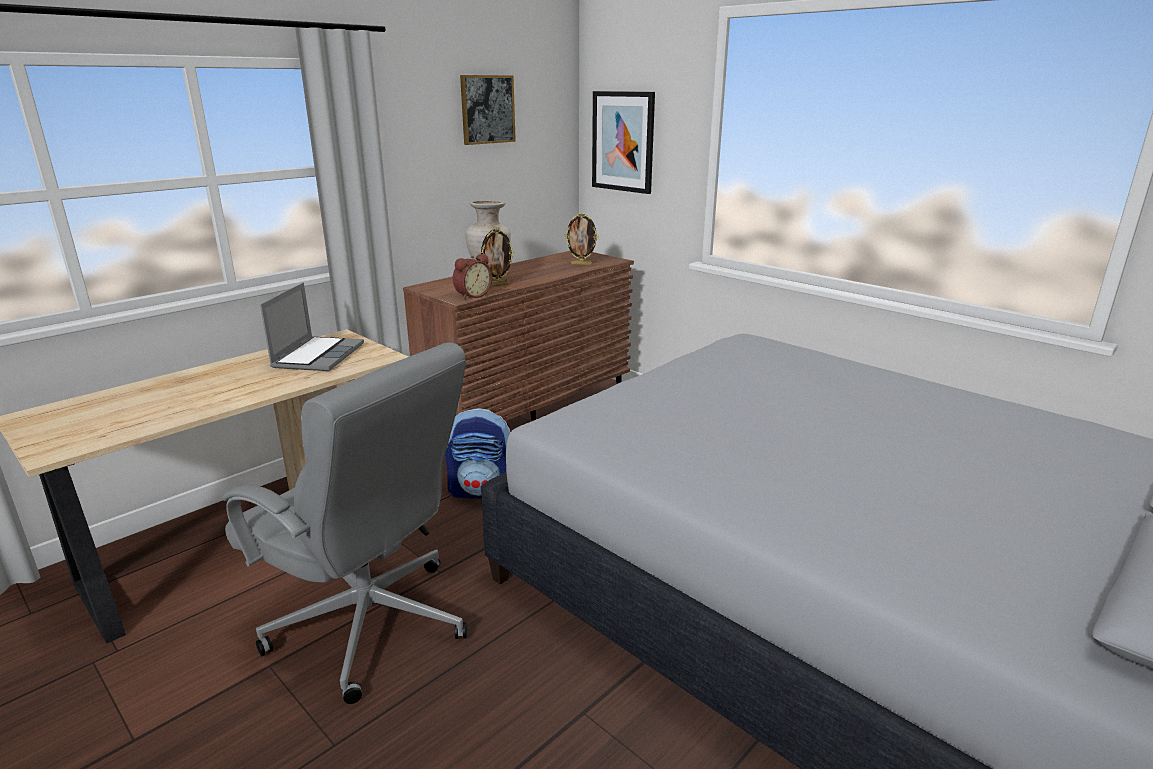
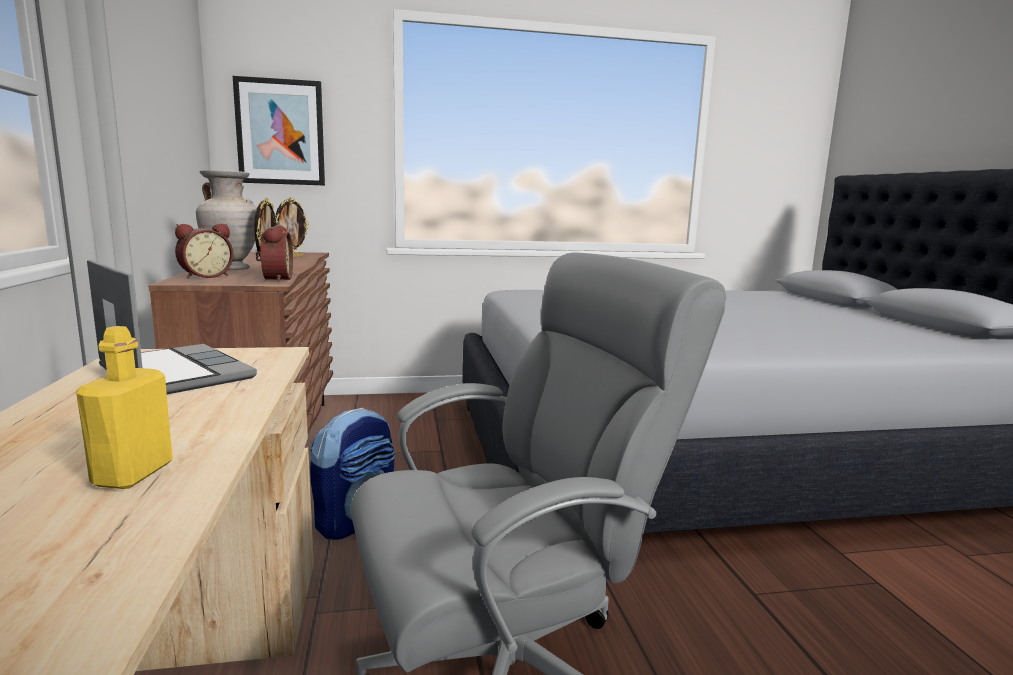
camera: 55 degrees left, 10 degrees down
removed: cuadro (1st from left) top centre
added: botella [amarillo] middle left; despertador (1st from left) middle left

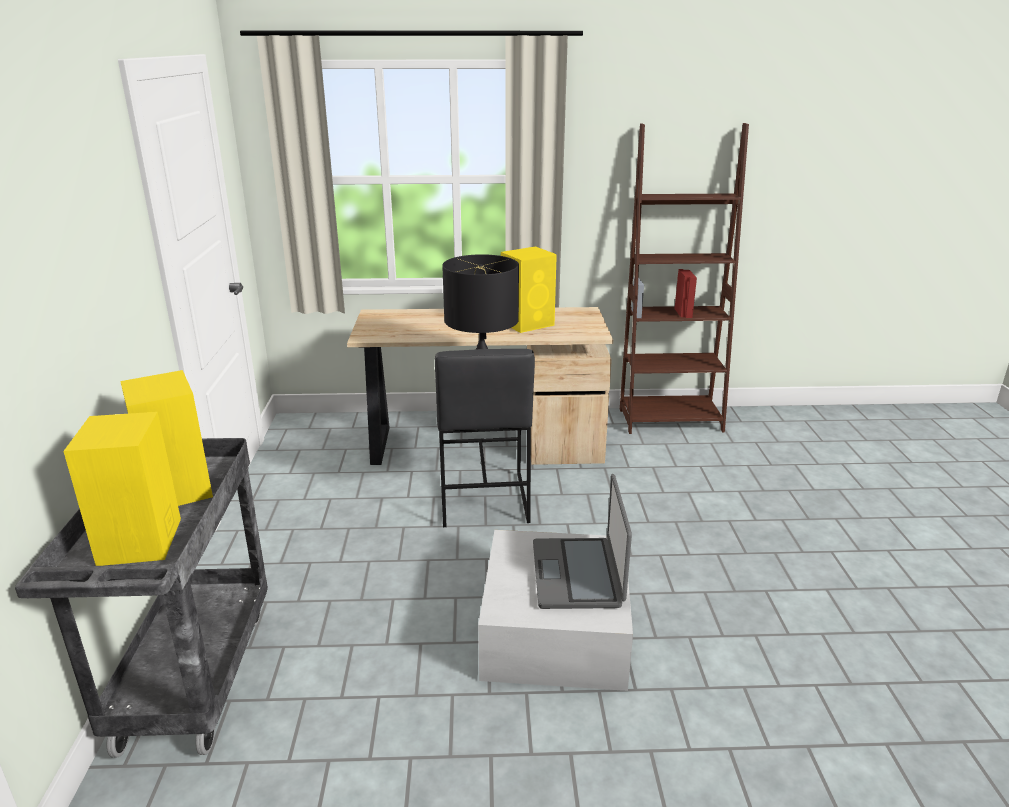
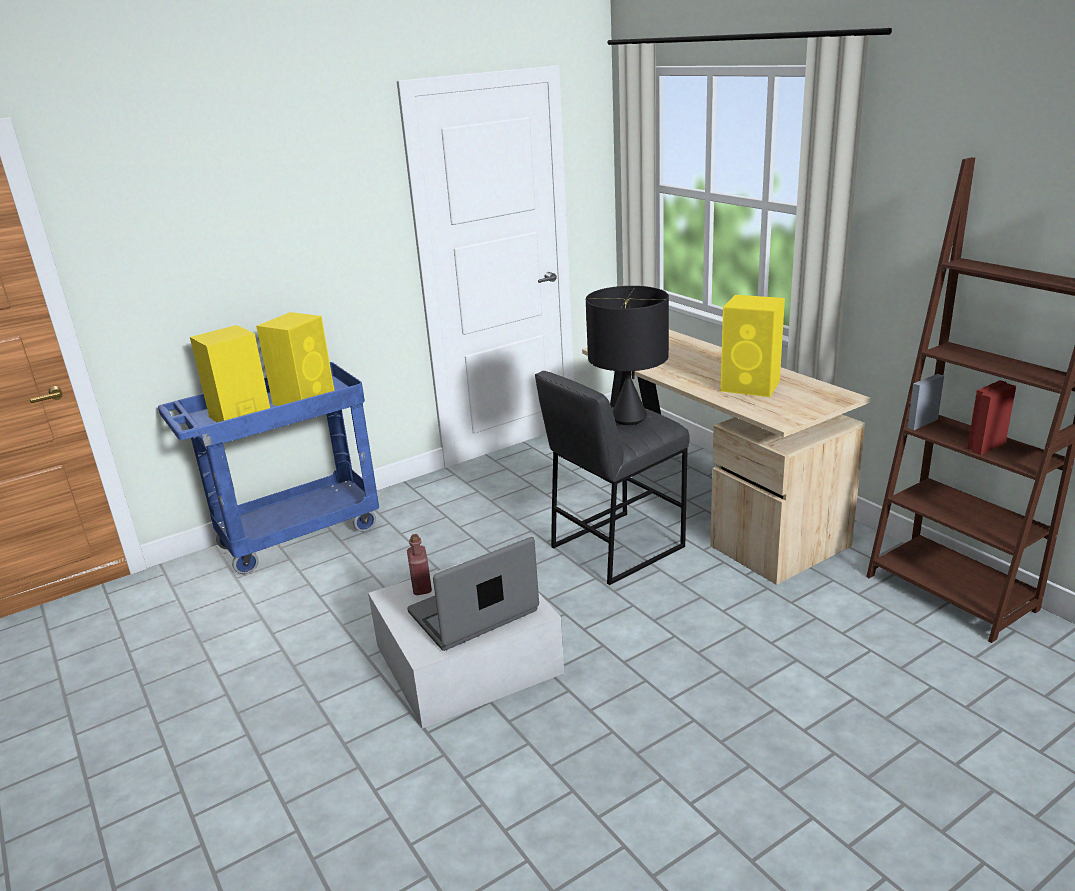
camera: 60 degrees right, 0 degrees up
added: botella [rojo] centre
recoloured: carrito [gris] bottom left to carrito [azul] middle left

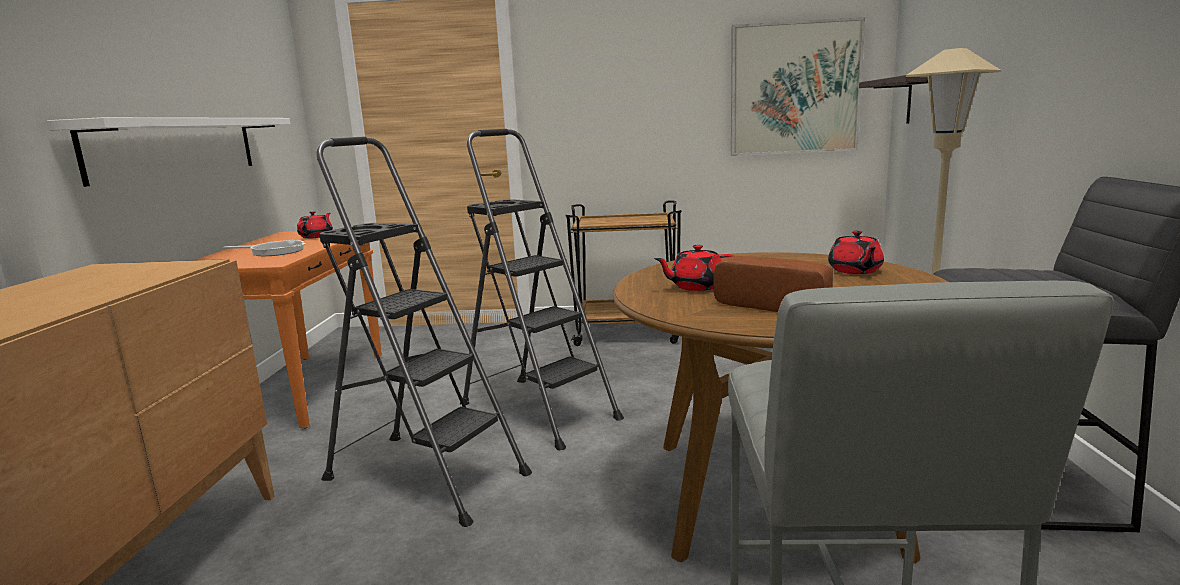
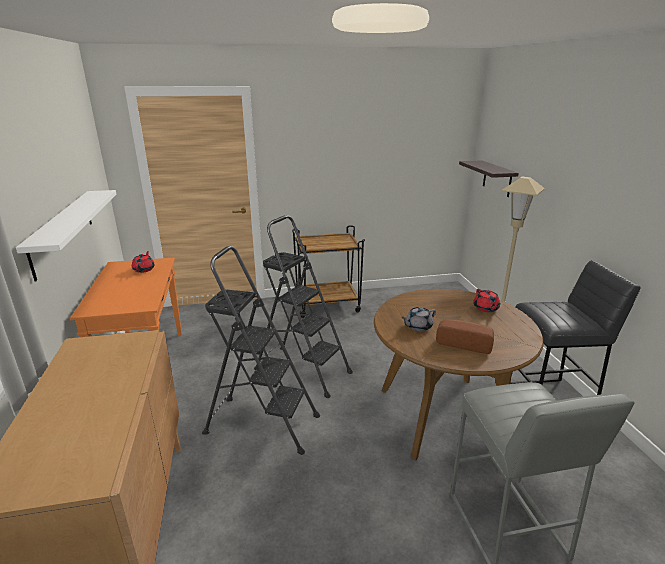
camera: 15 degrees left, 10 degrees up
removed: sartén middle left; cuadro top right
recoloured: tetera [rojo] (2nd from left) centre to tetera [gris] centre

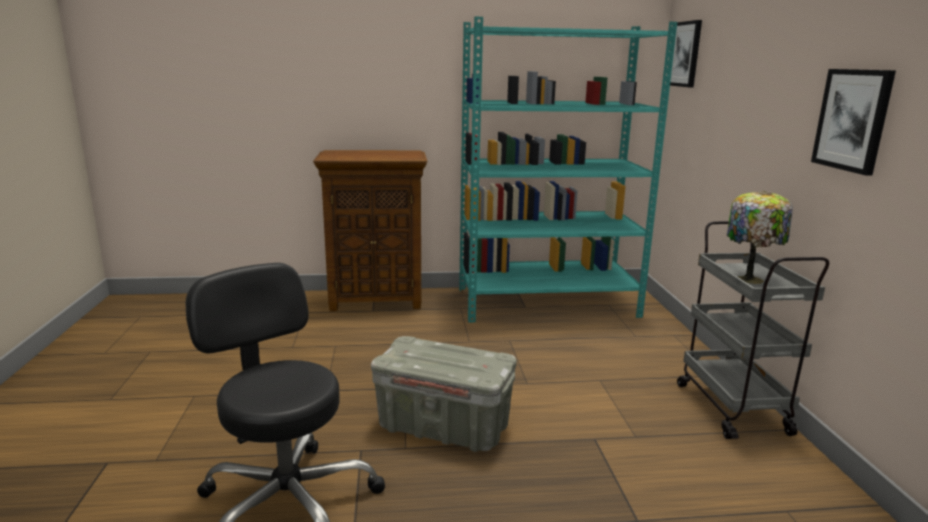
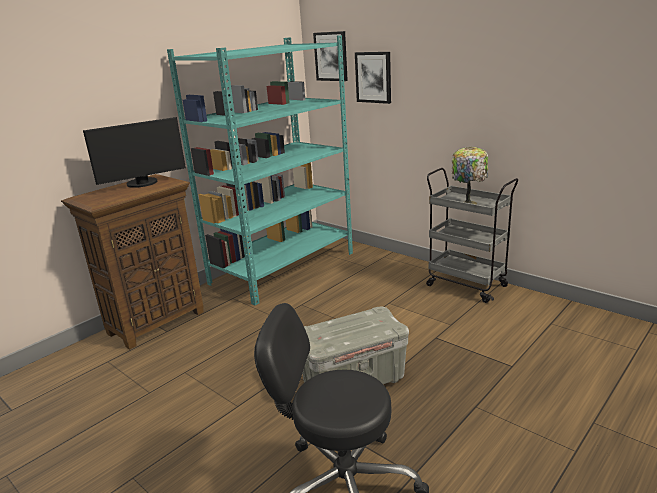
camera: 40 degrees left, 5 degrees up
added: monitor top left
moved: cuadro (2nd from left) top right to top centre

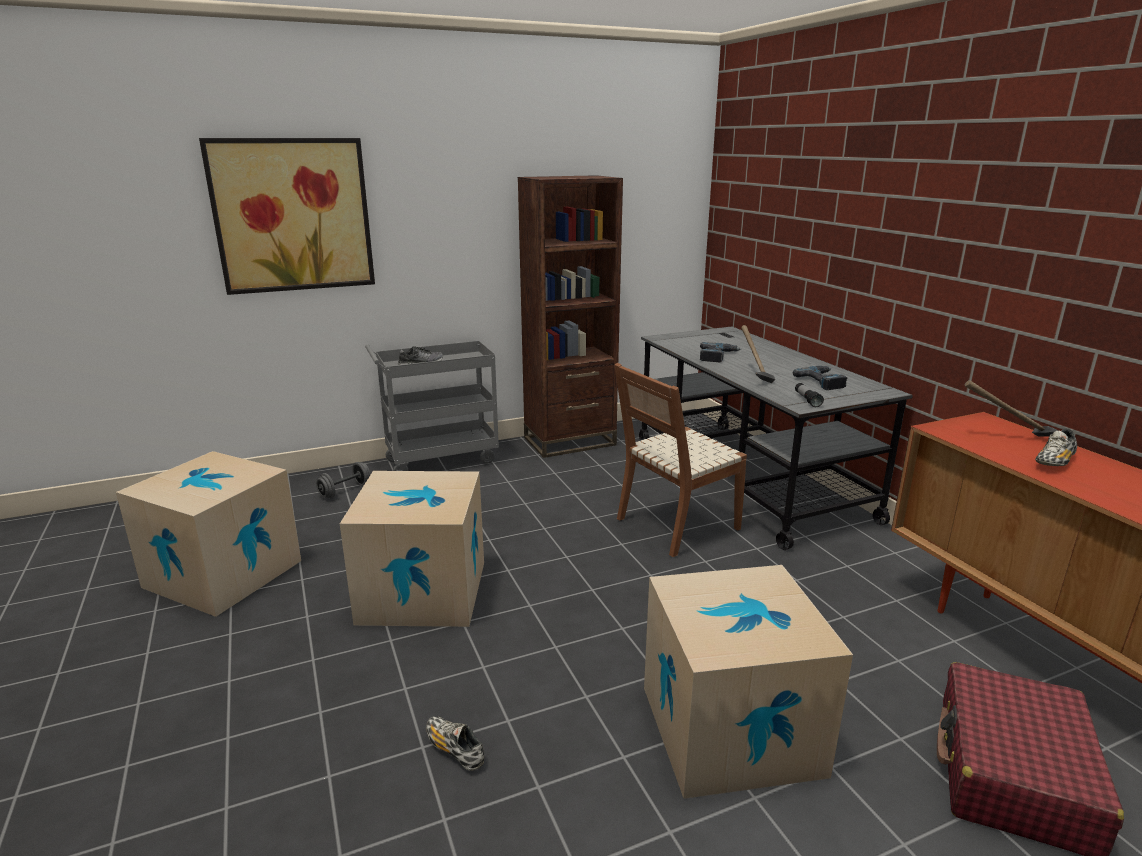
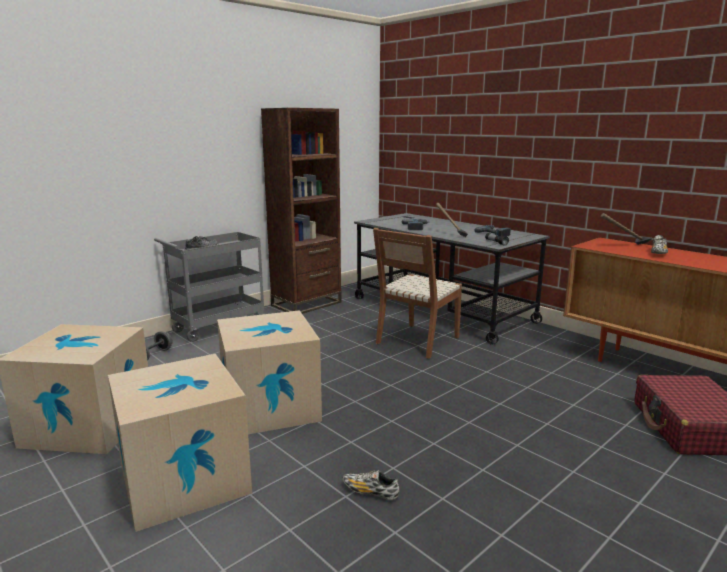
camera: 20 degrees left, 5 degrees down
removed: cuadro top left
moved: caja de cartón (3rd from left in the first image) bottom centre to caja de cartón (2nd from left) bottom left

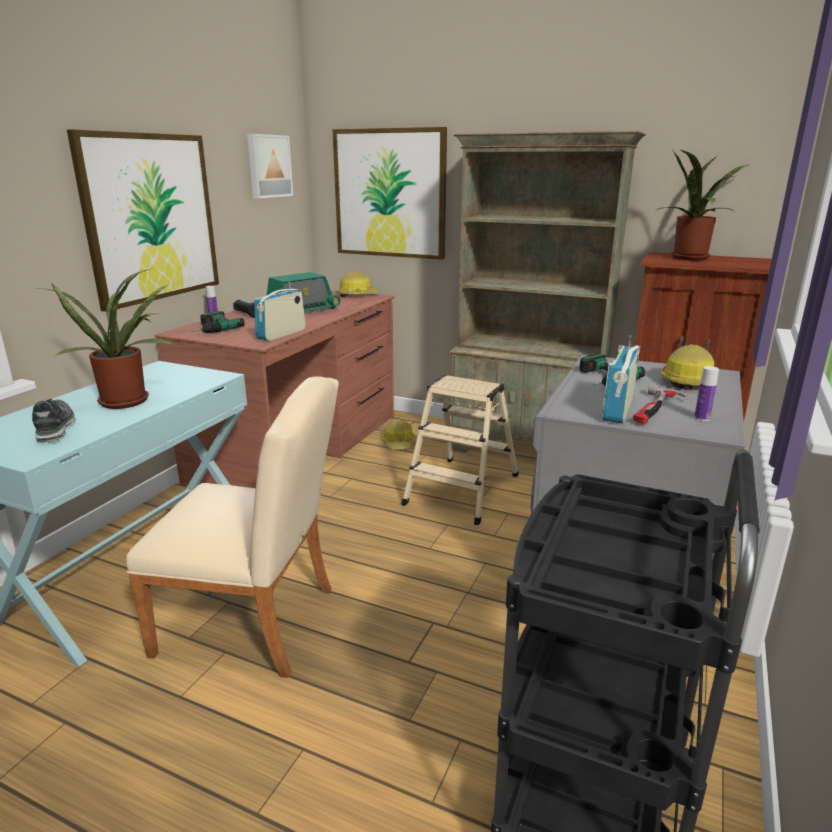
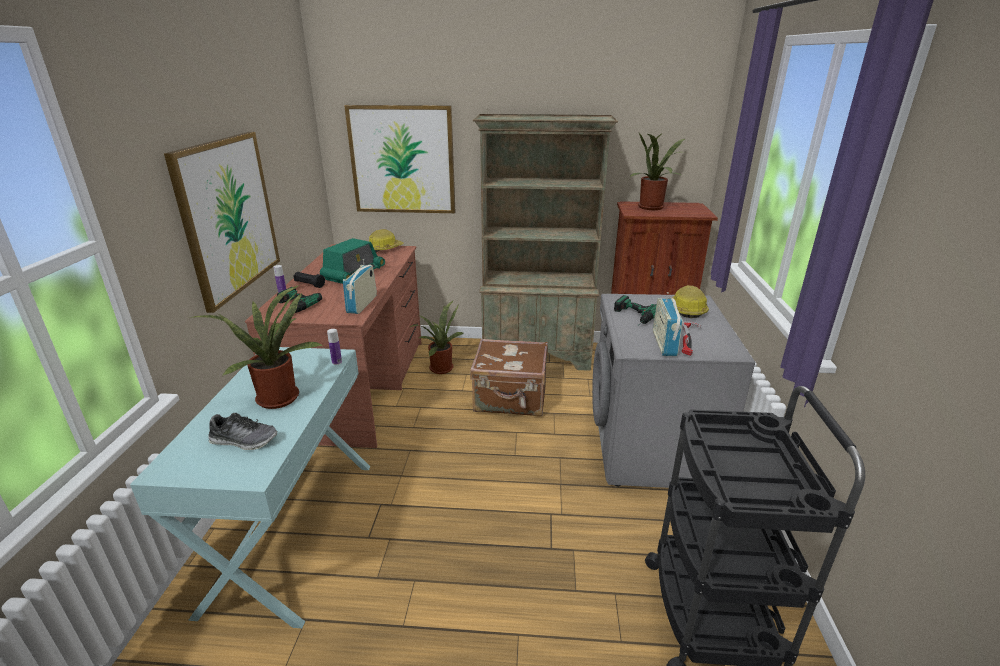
camera: 20 degrees left, 5 degrees up
removed: silla [beis] middle left; cuadro (2nd from left) top left
moved: botella (2nd from left) middle right to centre
replaced: casco (2nd from left) centre to planta en maceta (2nd from left) centre; escalera de tijera [beis] centre to maleta [marrón] centre
turned: zapato middle left = middle left 135 degrees clockwise

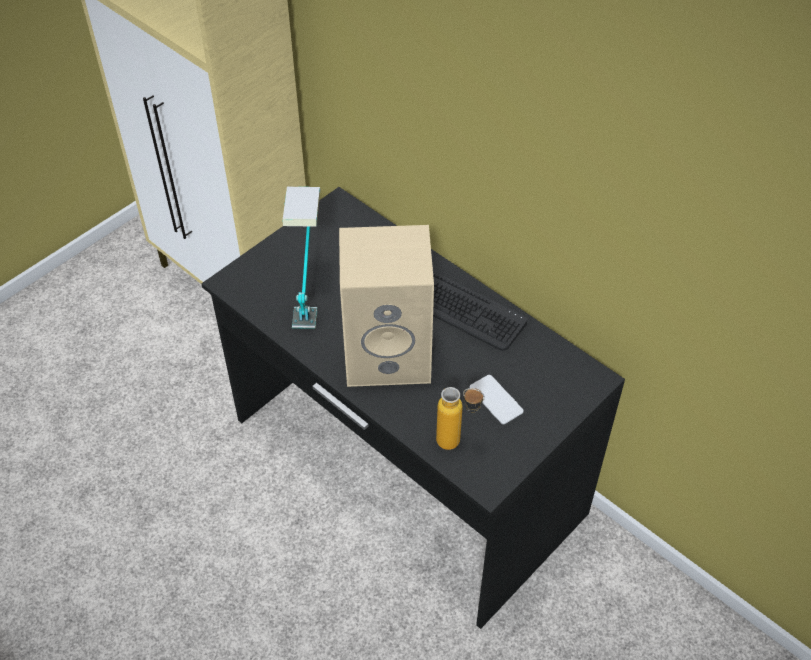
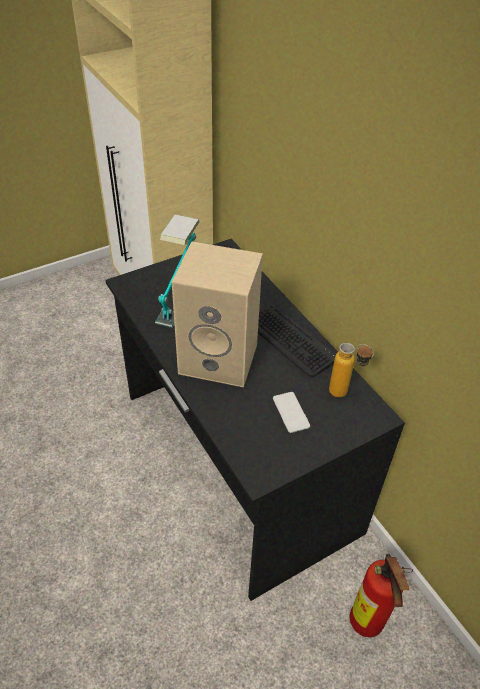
camera: 15 degrees right, 5 degrees down
added: extintor bottom right
moved: botella centre to middle right

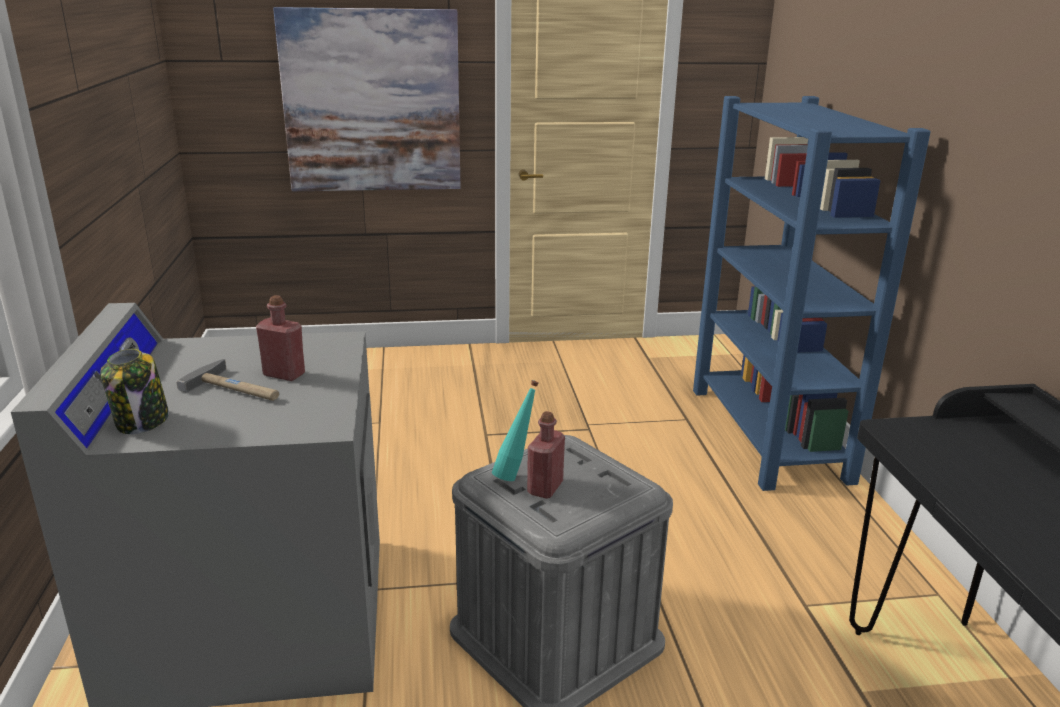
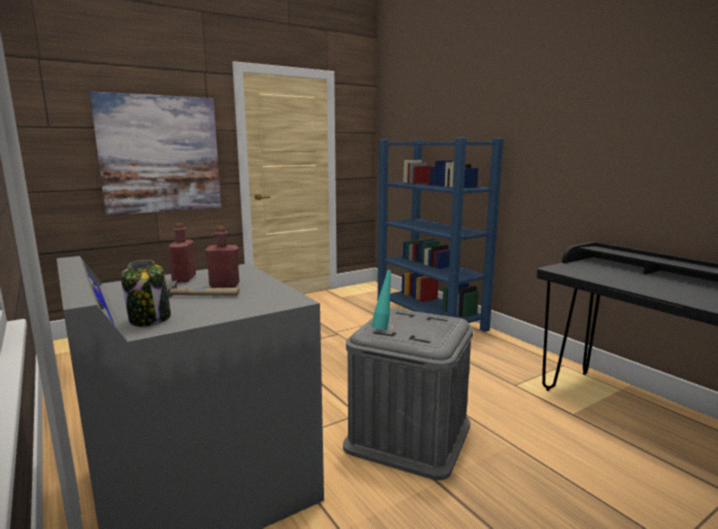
camera: 25 degrees left, 10 degrees down
moved: botella [rojo] (2nd from left in the first image) centre to botella [rojo] (1st from left) middle left

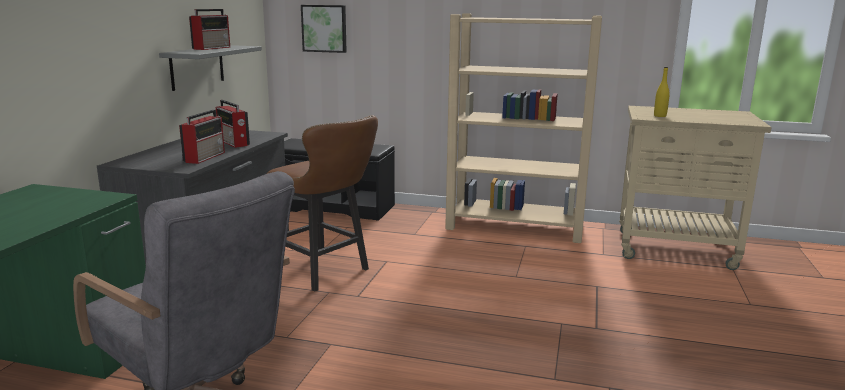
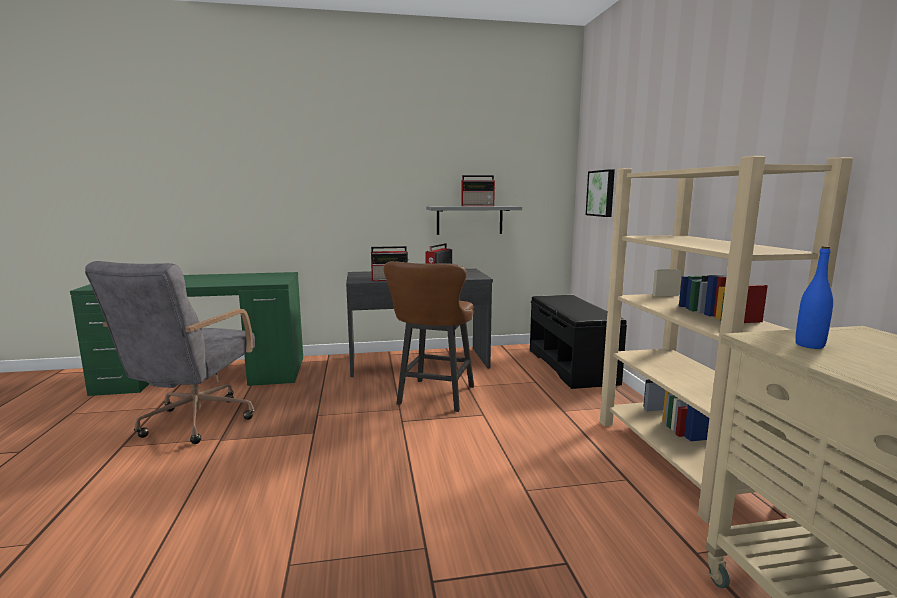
camera: 65 degrees right, 5 degrees down
recoloured: botella [amarillo] top right to botella [azul] middle right

